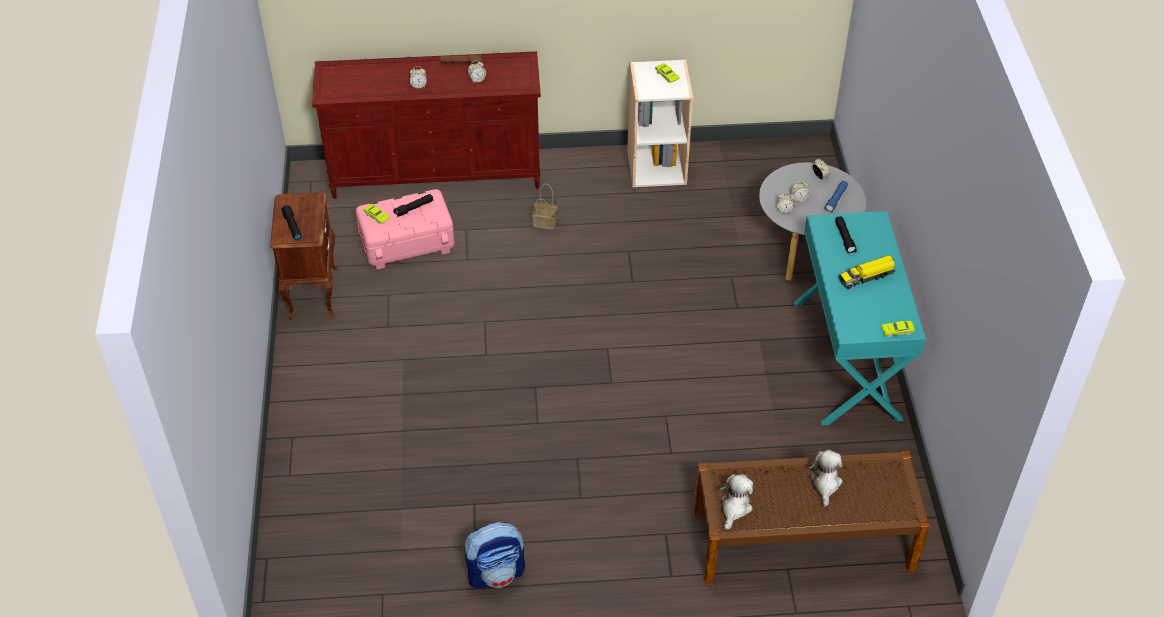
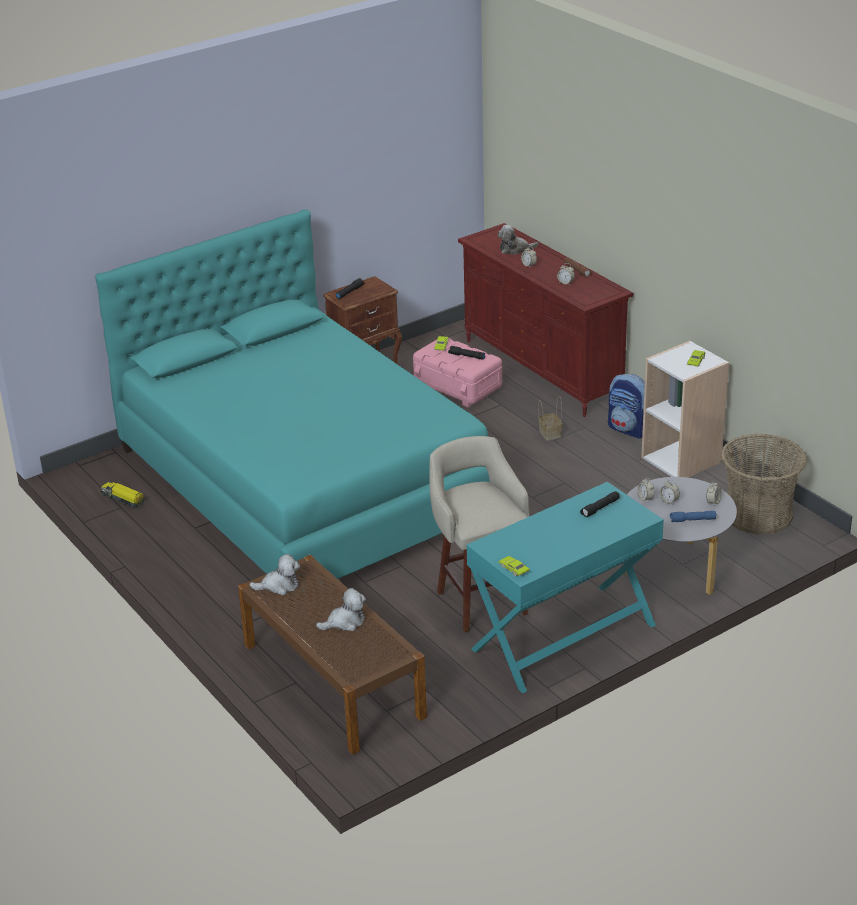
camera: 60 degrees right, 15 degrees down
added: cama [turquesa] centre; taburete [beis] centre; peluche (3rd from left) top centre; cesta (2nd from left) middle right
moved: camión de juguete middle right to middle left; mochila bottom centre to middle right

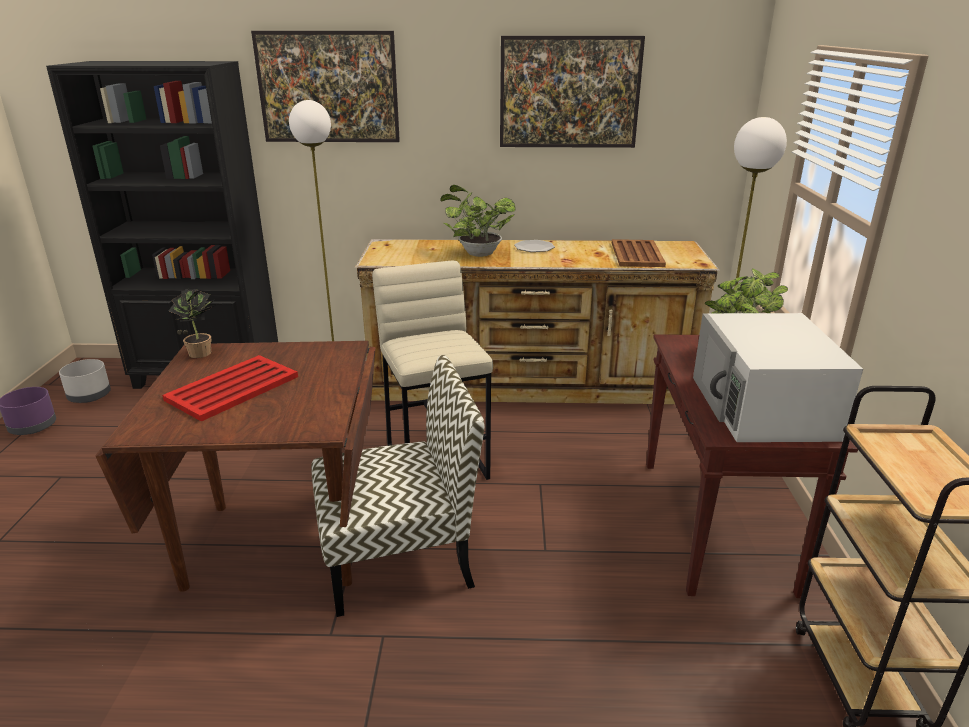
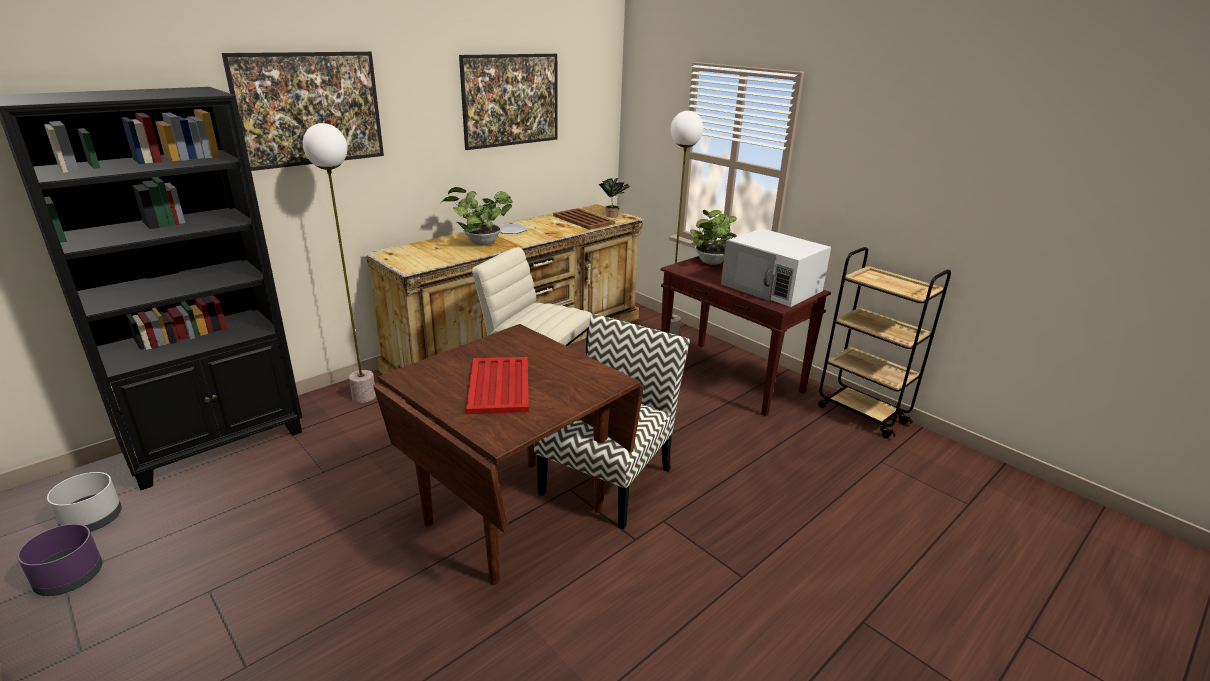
camera: 45 degrees left, 0 degrees up
moved: planta en maceta (1st from left in the first image) middle left to planta en maceta (2nd from left) top centre

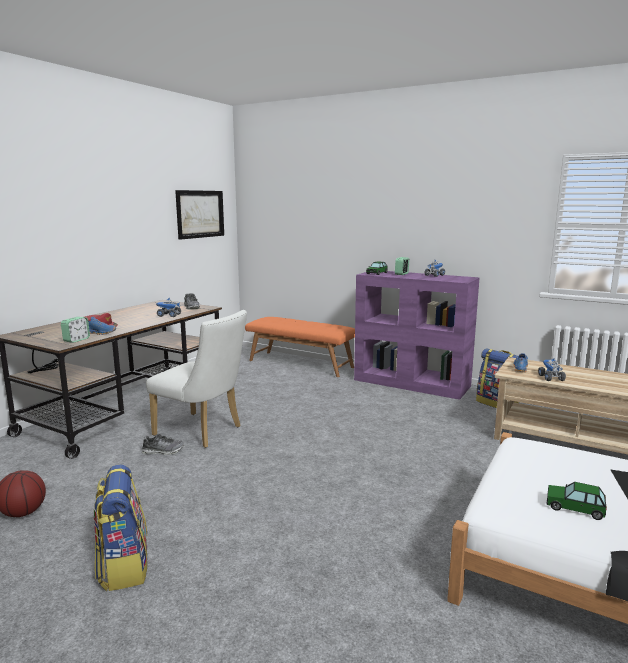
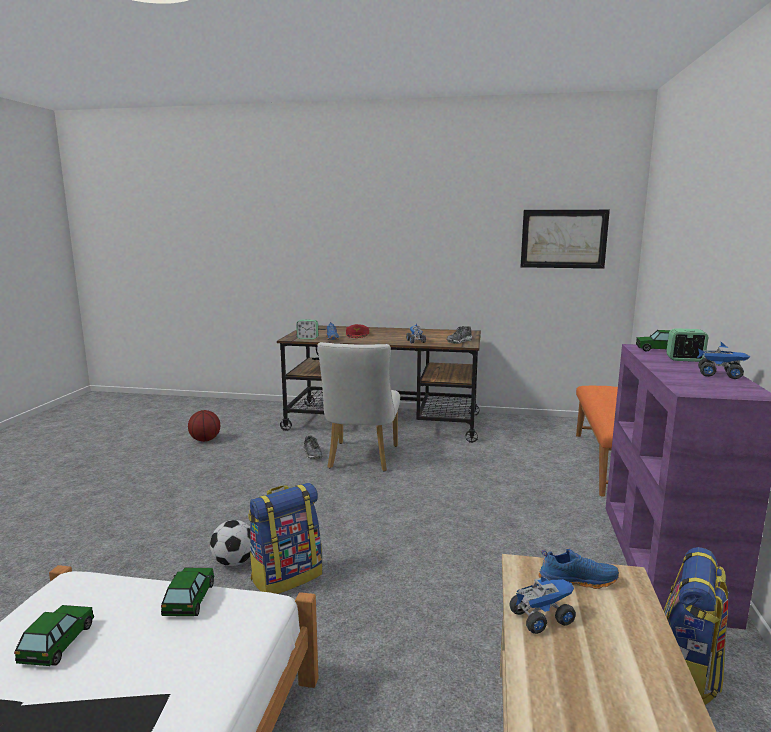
camera: 70 degrees right, 0 degrees up
added: coche de juguete (2nd from left) bottom left; balón de fútbol bottom left
moved: mochila (1st from left) bottom left to bottom centre

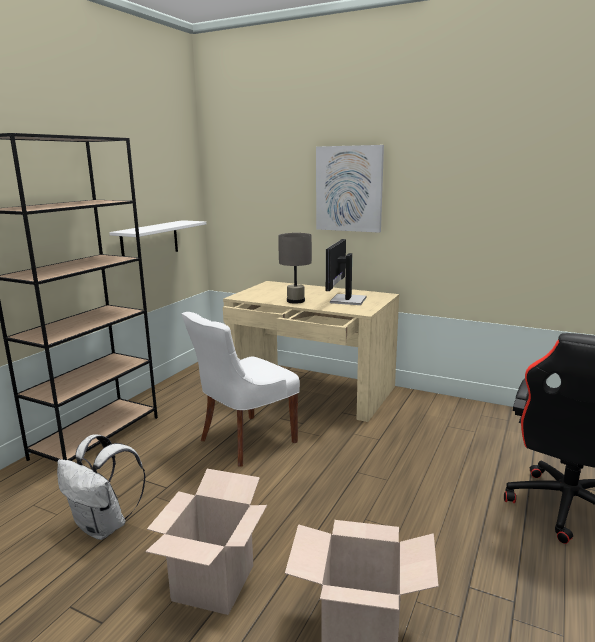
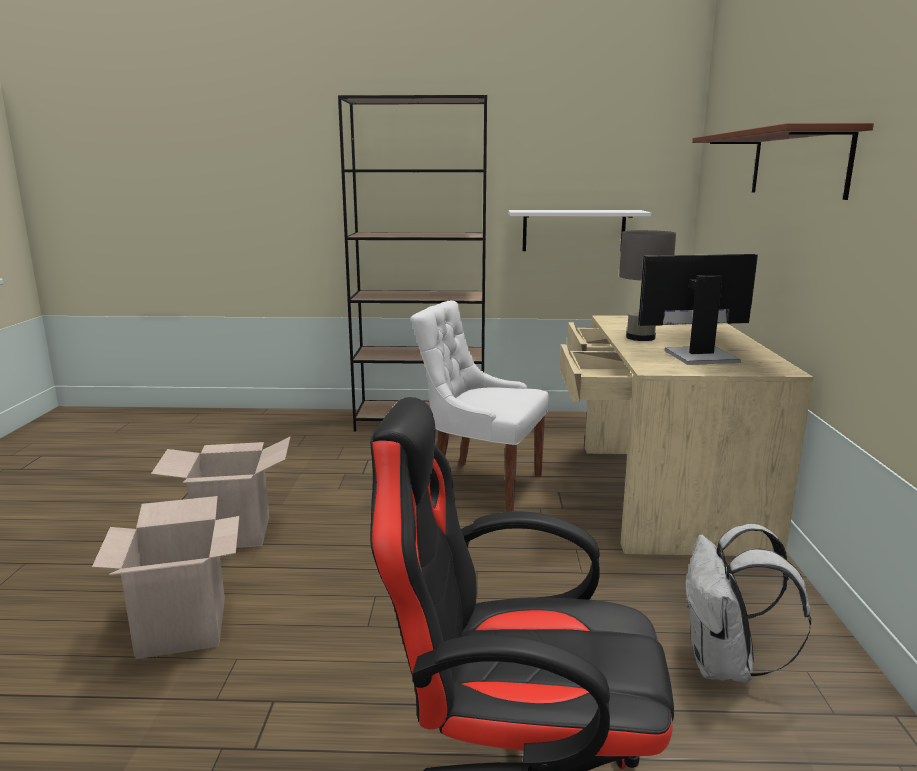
camera: 65 degrees right, 0 degrees up
moved: mochila [blanco] bottom left to bottom right
replaced: cuadro top centre to estante [marrón] top right

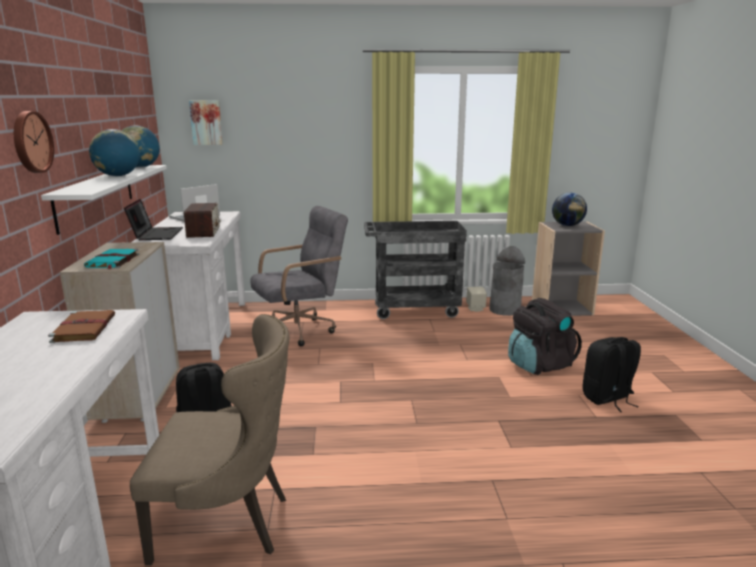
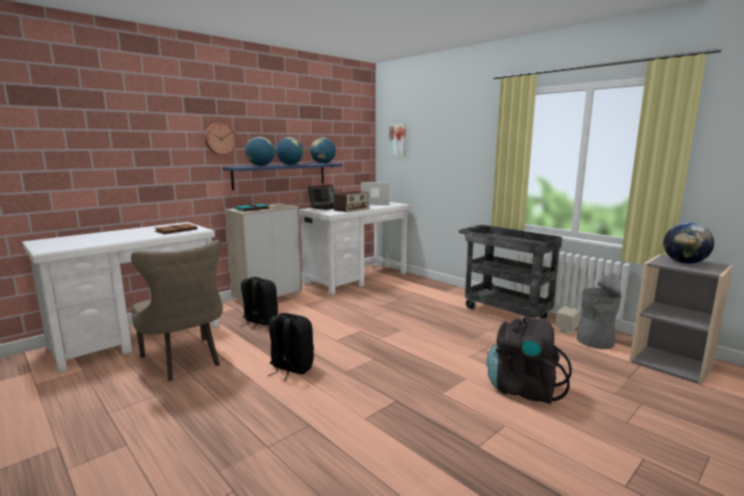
camera: 50 degrees right, 5 degrees down
removed: silla de oficina [gris] centre
added: globo terráqueo (1st from left) top centre
moved: mochila [negro] (3rd from left in the first image) middle right to mochila [negro] (2nd from left) bottom centre
recoloured: estante [blanco] middle left to estante [azul] centre

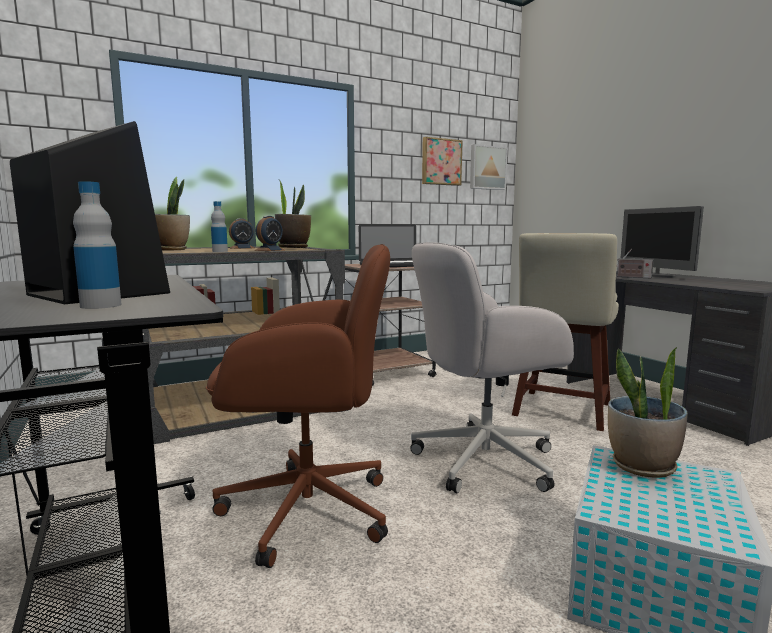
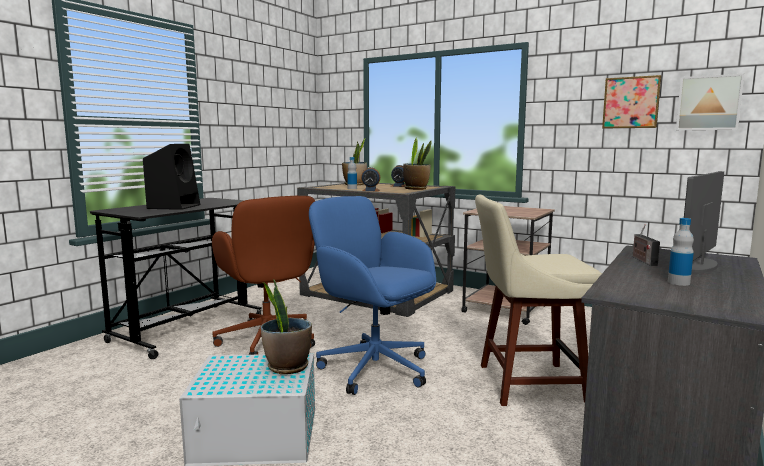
camera: 60 degrees right, 0 degrees up
removed: portátil centre
moved: botella (1st from left in the first image) middle left to botella (2nd from left) middle right
recoloured: silla de oficina [blanco] centre to silla de oficina [azul] centre

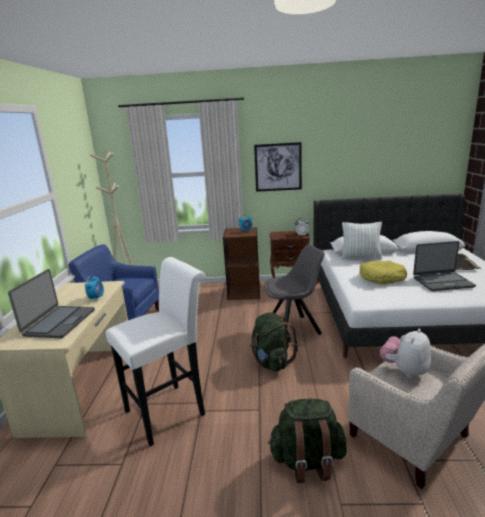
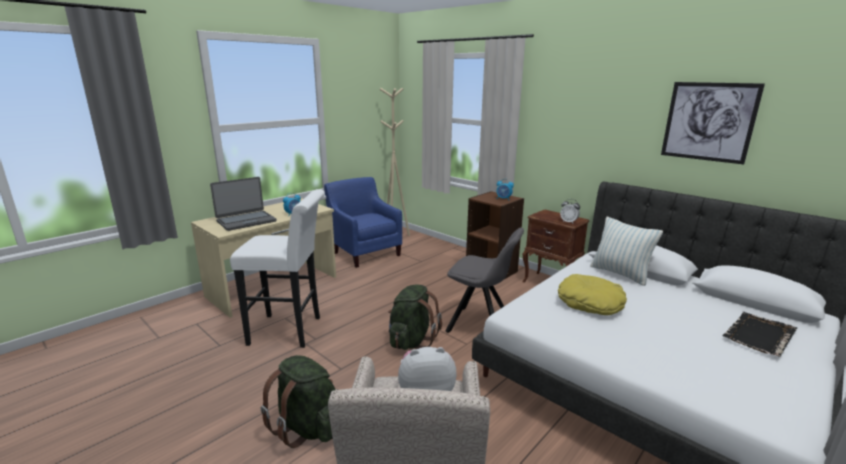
camera: 40 degrees right, 0 degrees up
removed: portátil (2nd from left) middle right
moved: cuadro top centre to top right

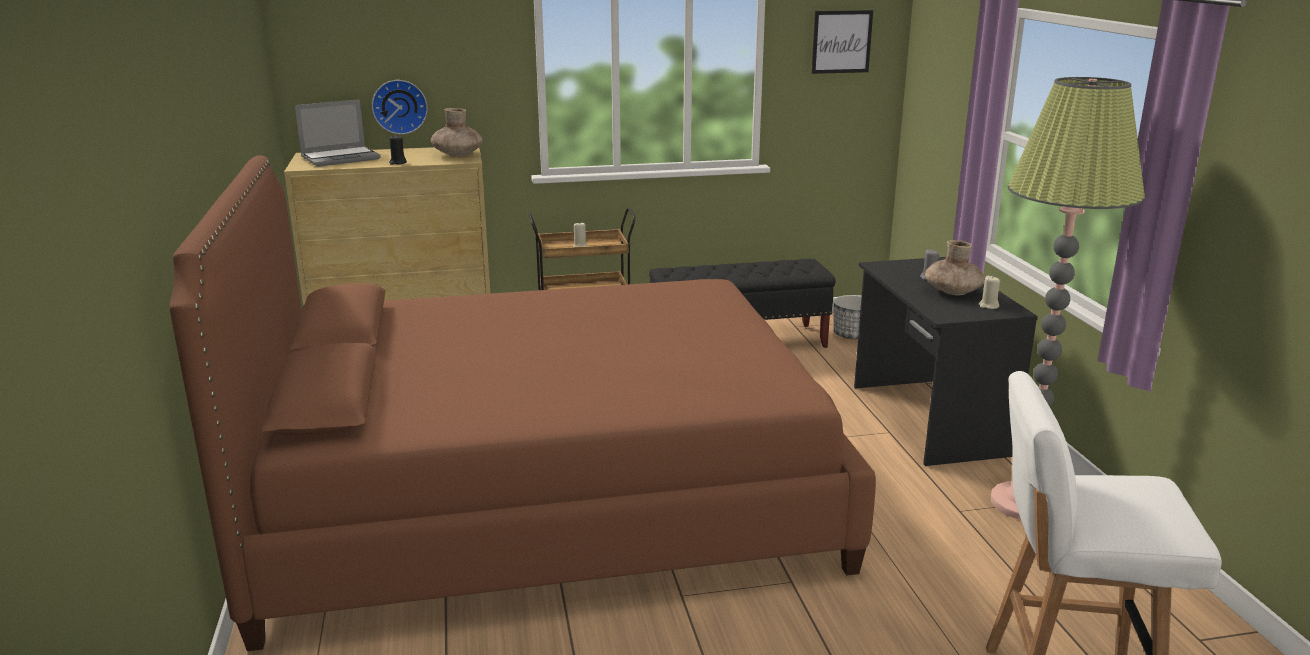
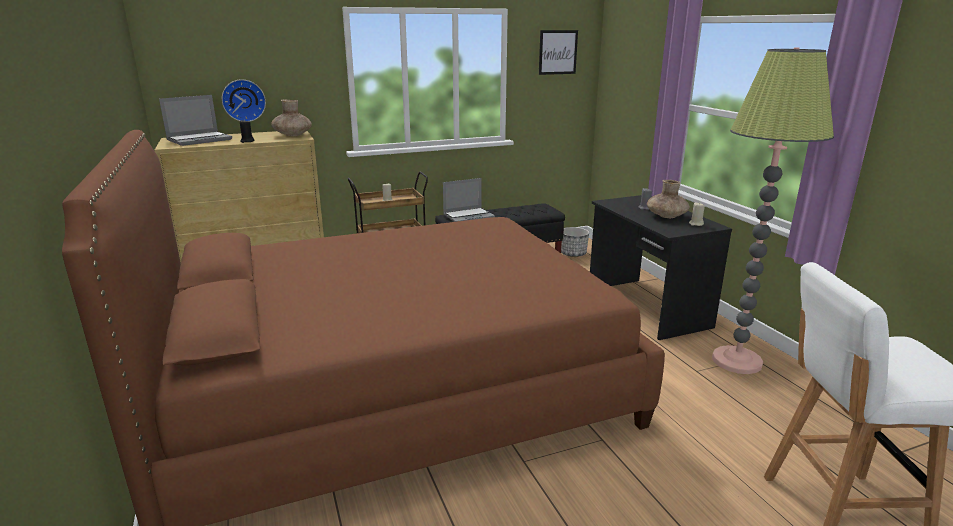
camera: 10 degrees left, 0 degrees up
added: portátil (2nd from left) centre

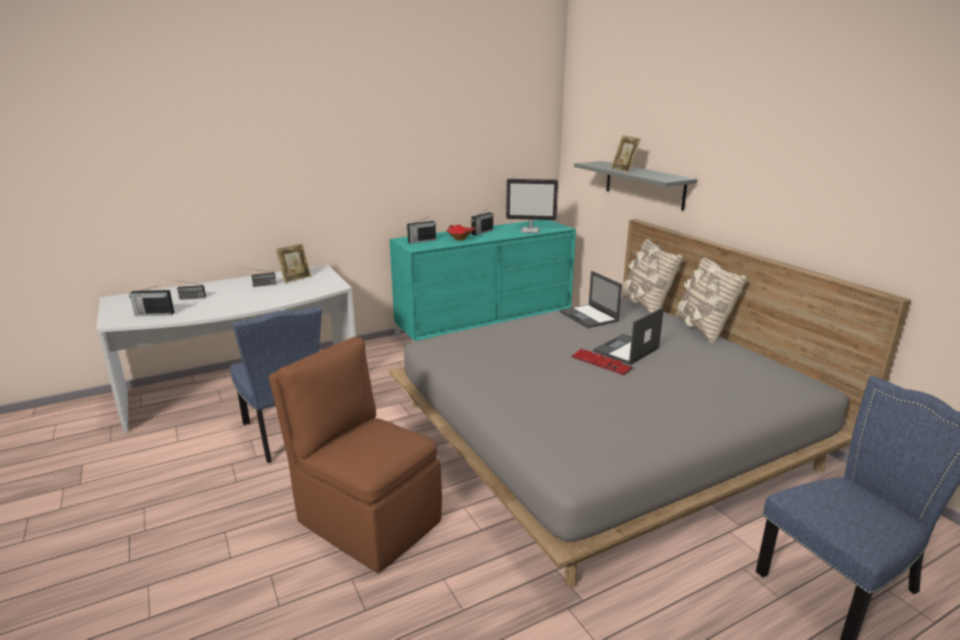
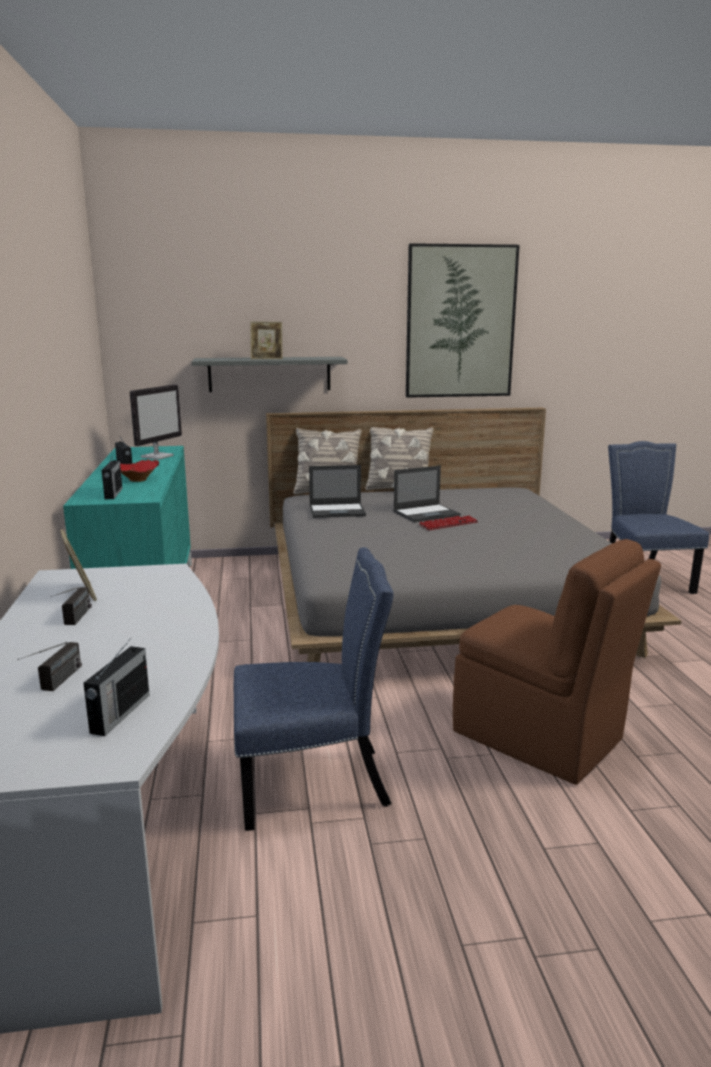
camera: 70 degrees left, 5 degrees down
added: cuadro top centre
turned: portátil (2nd from left) centre = centre 90 degrees counterclockwise; silla [marrón] bottom centre = middle right 105 degrees counterclockwise

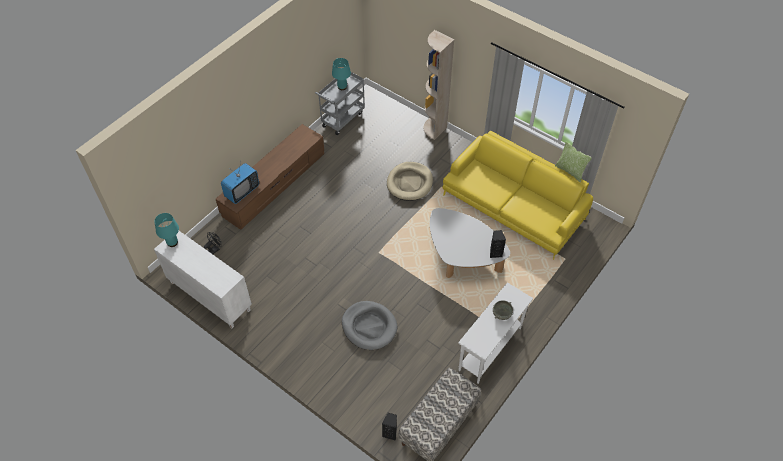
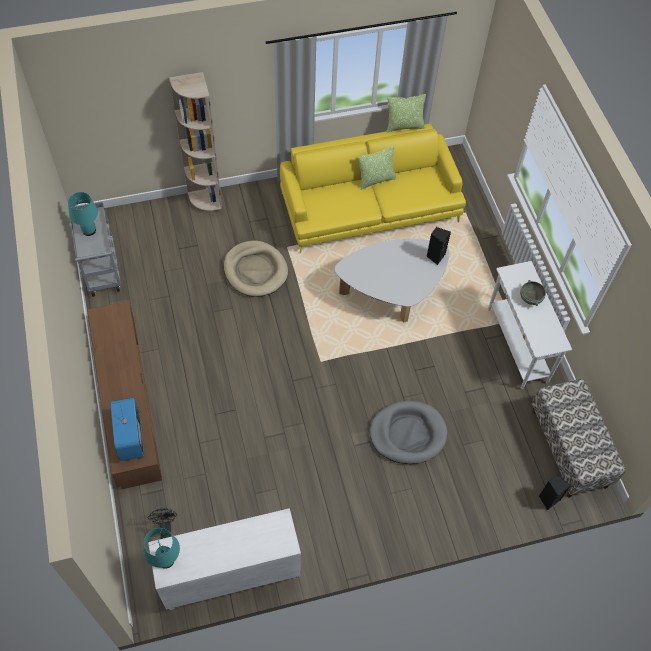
camera: 55 degrees left, 5 degrees up
added: cojín (1st from left) top centre

